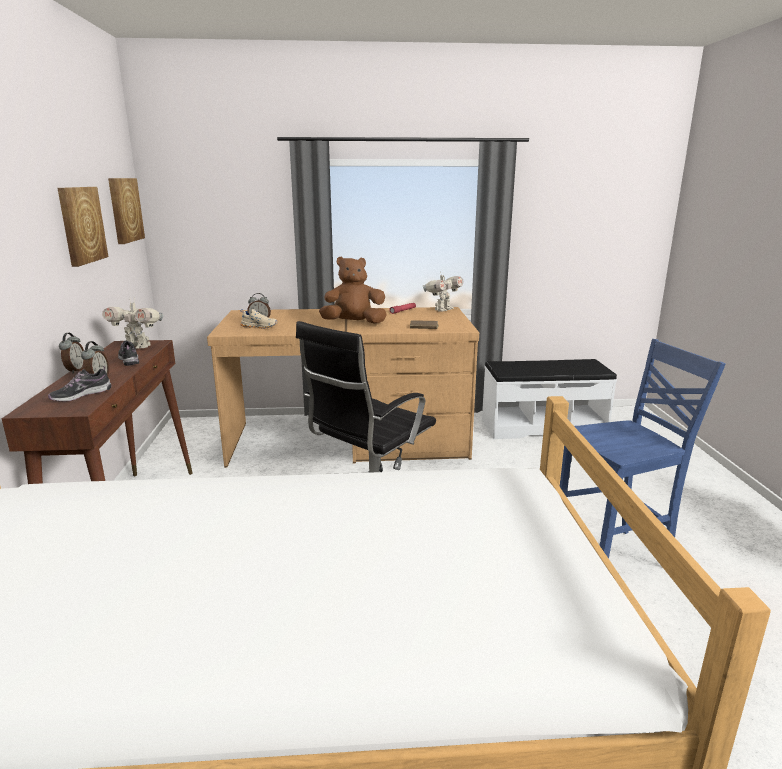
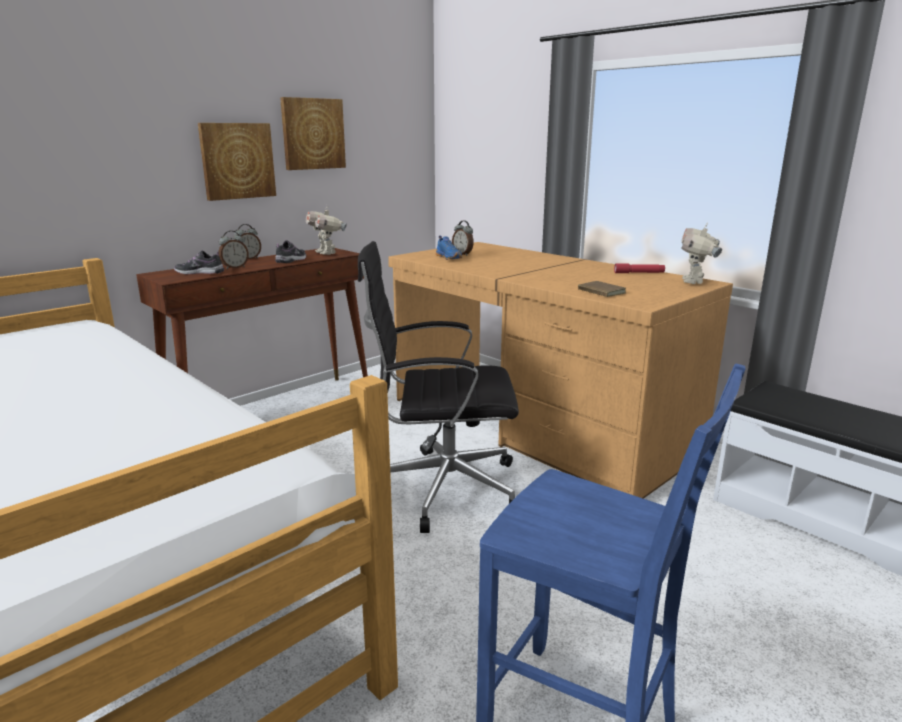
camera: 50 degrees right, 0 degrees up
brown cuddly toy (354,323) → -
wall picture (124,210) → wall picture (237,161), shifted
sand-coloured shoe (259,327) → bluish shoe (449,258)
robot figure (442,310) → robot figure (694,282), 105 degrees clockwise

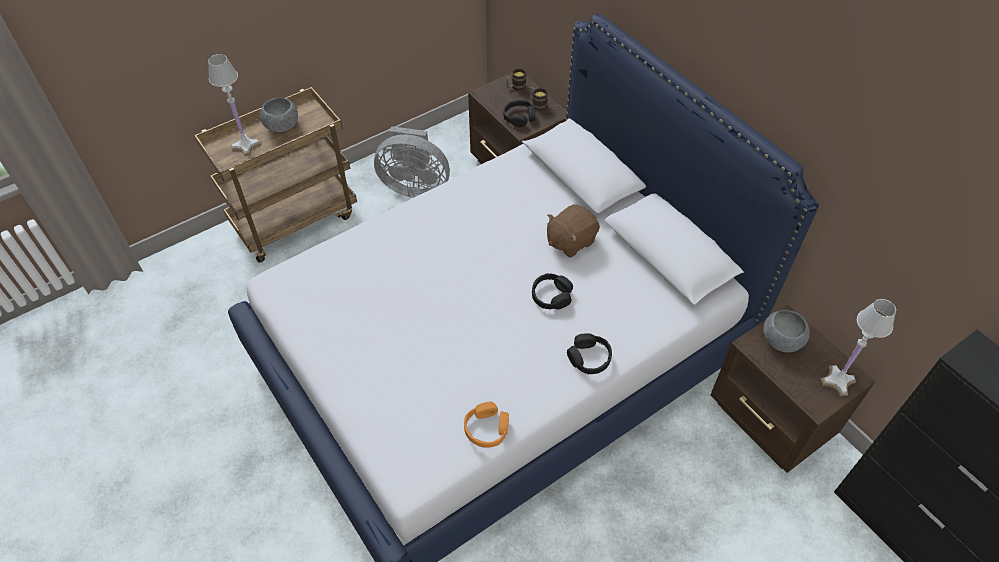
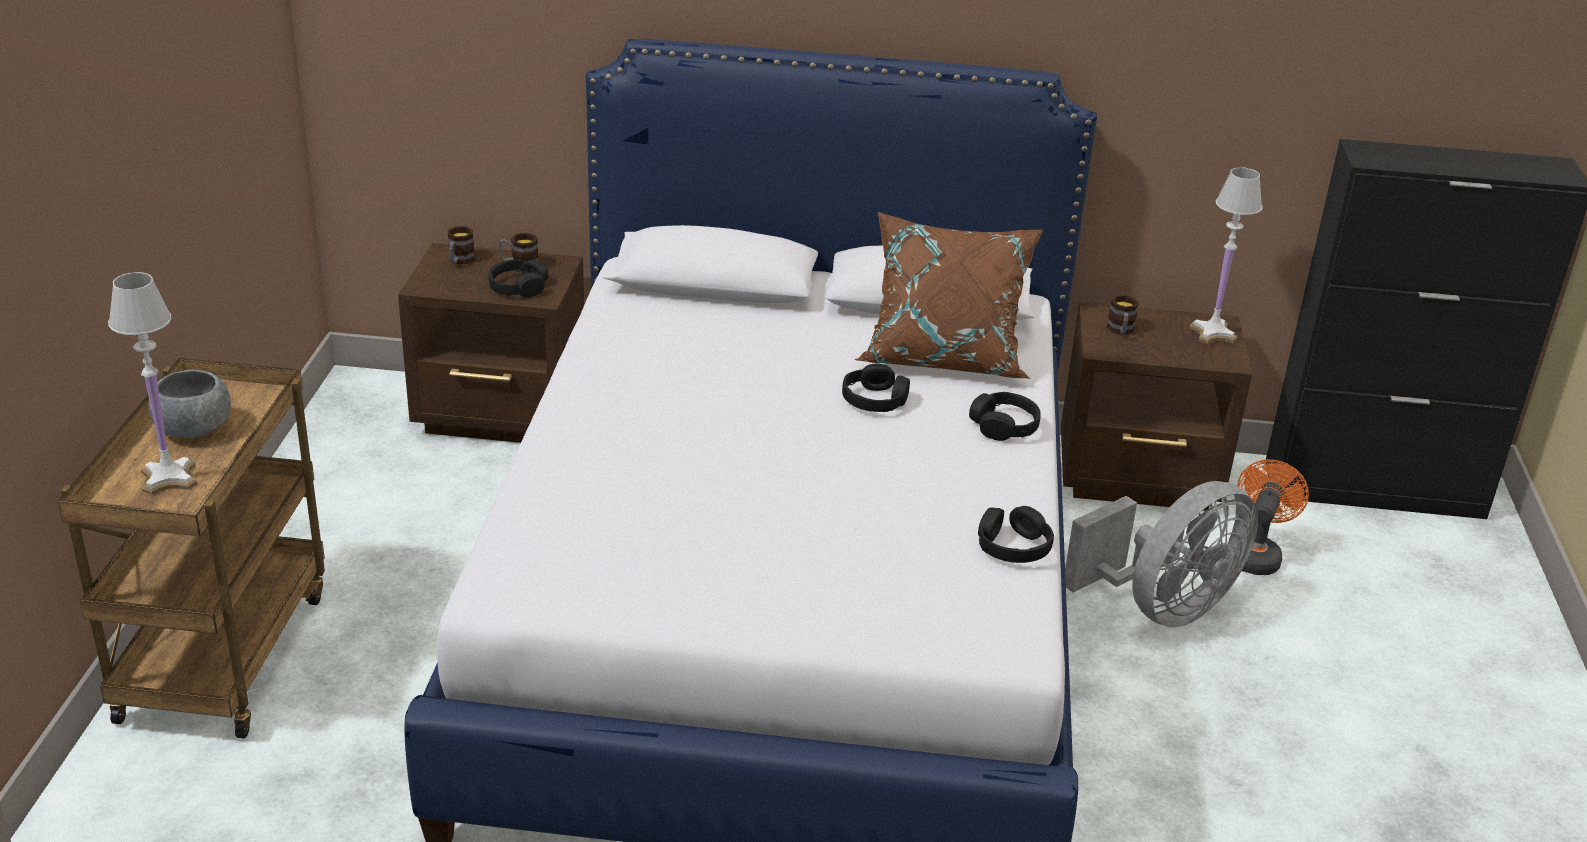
camera: 50 degrees left, 20 degrees down
brown cuddly toy (570,241) → -
- → brown pillow (944,356)
- → orangey fan (1255,555)
greyish fan (414,186) → greyish fan (1163,608), shifted
greyish deep dish (781,340) → mug (1120,331)
orangey headset (487,429) → black-coloured headset (1013,546)

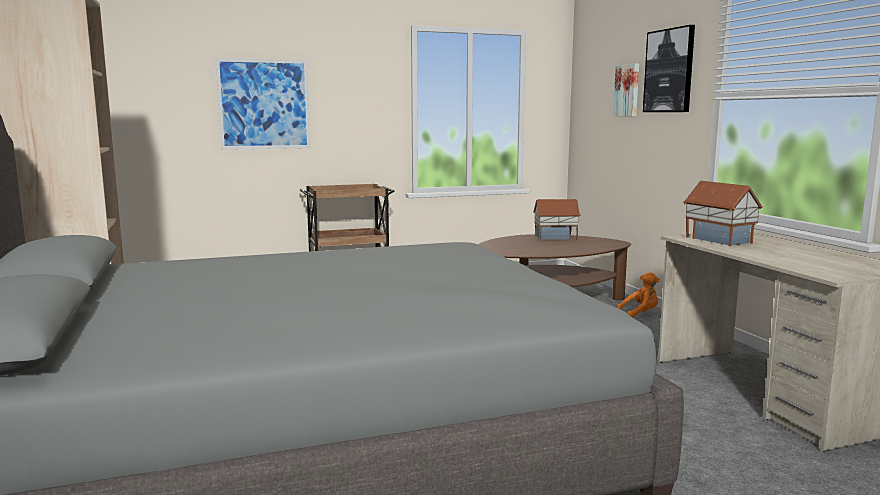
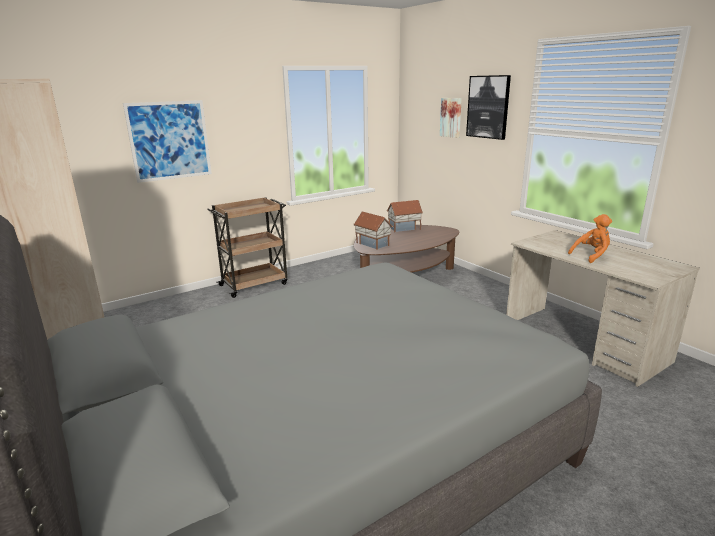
camera: 15 degrees left, 10 degrees up
orangey cuddly toy (640,314) → orangey cuddly toy (591,255), shifted
toy house (719,240) → toy house (373,244), shifted

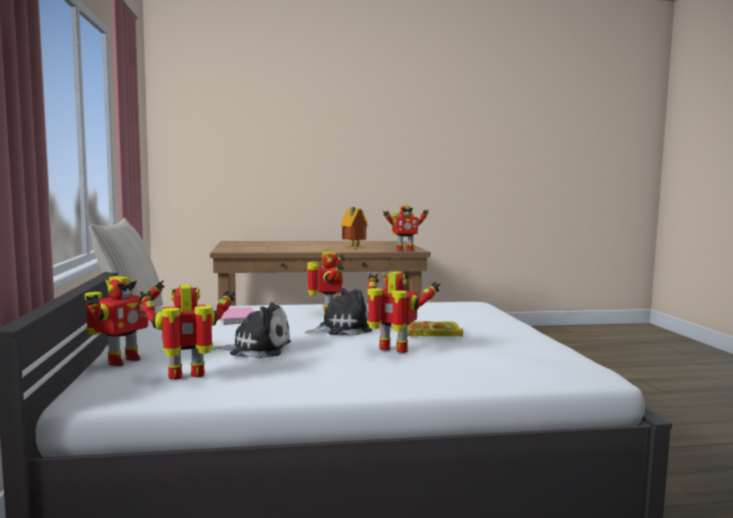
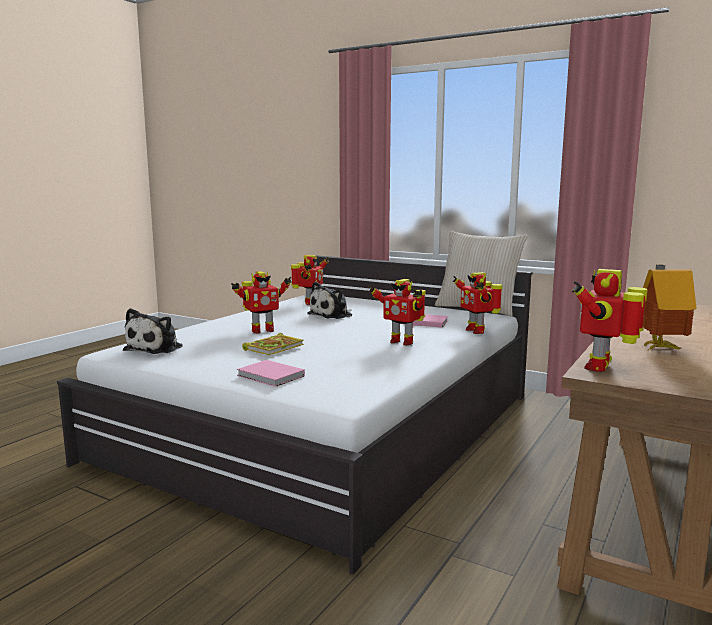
camera: 130 degrees right, 5 degrees up
- → pinkish volume (271,376)
robot figure (121,361) → robot figure (476,331), shifted
cuddly toy (341,329) → cuddly toy (156,348), shifted

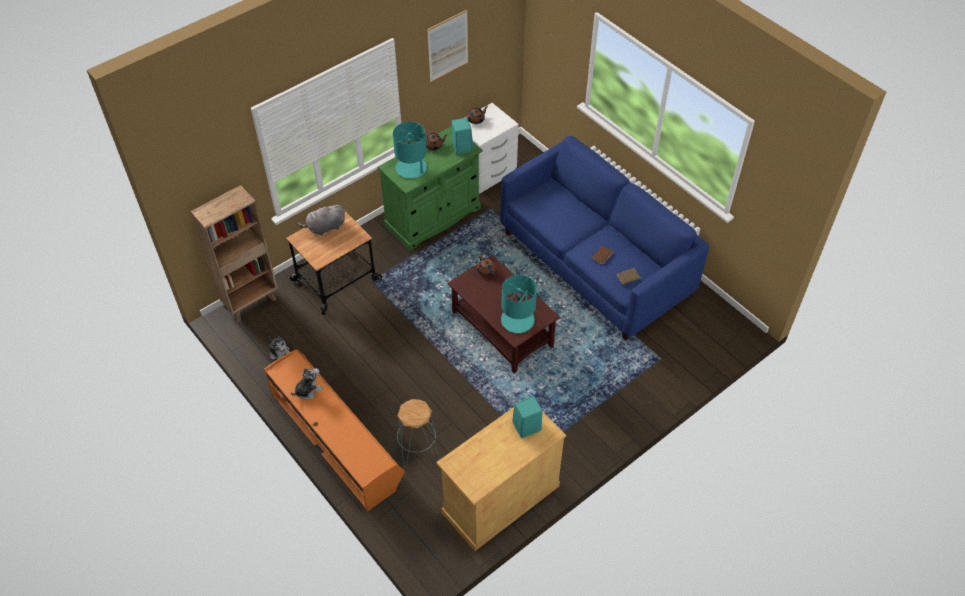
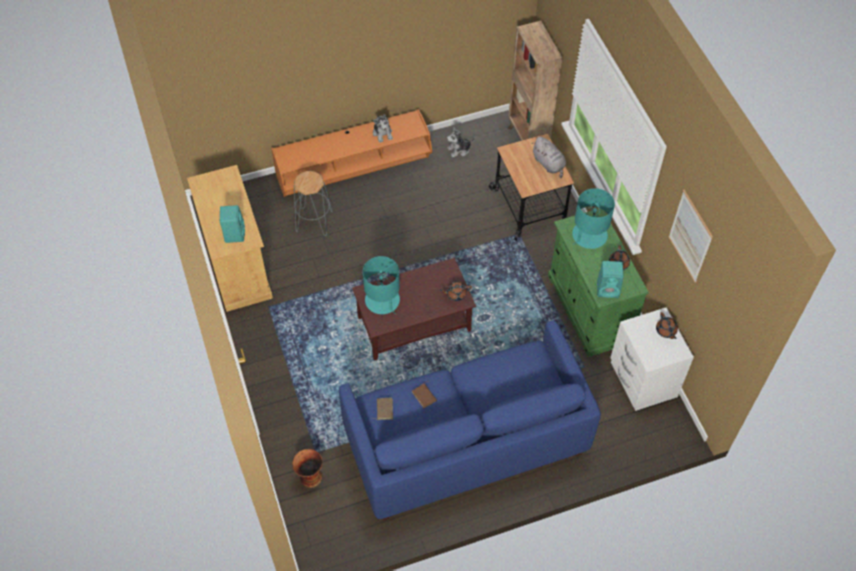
camera: 110 degrees right, 5 degrees up
- → decorative vase (310,477)
greyish cuddly toy (325,228) → greyish cuddly toy (549,164), 150 degrees clockwise

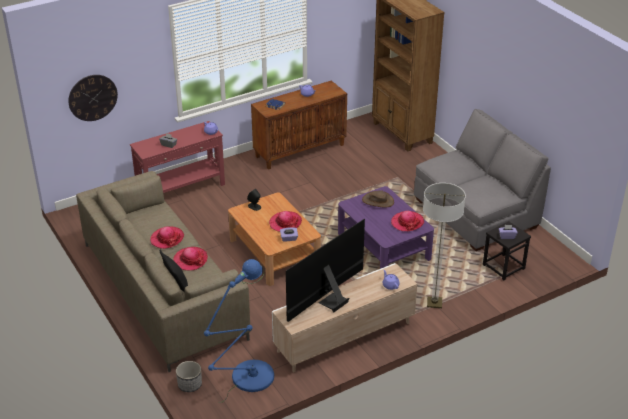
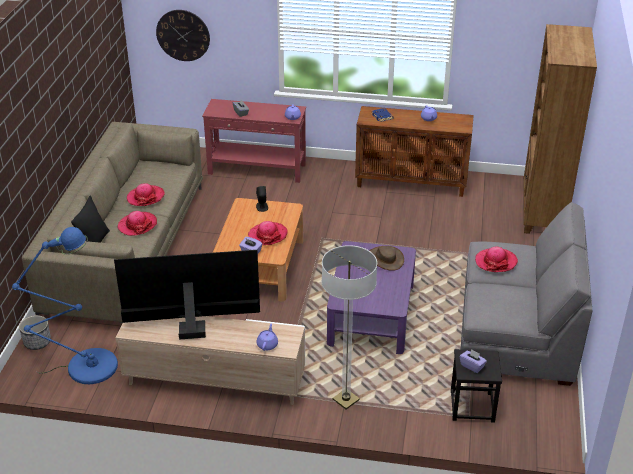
camera: 40 degrees right, 0 degrees up
clothing hat (407,222) → clothing hat (496,262), shifted

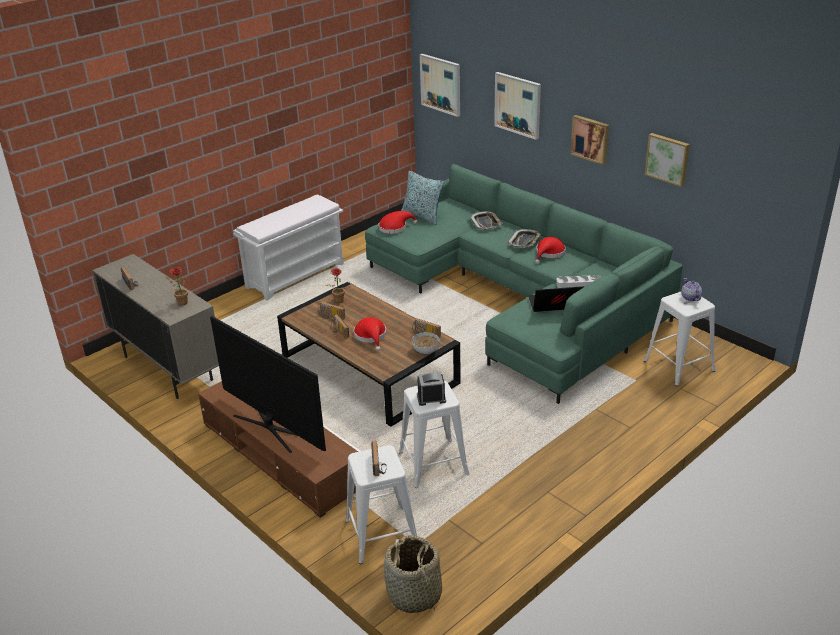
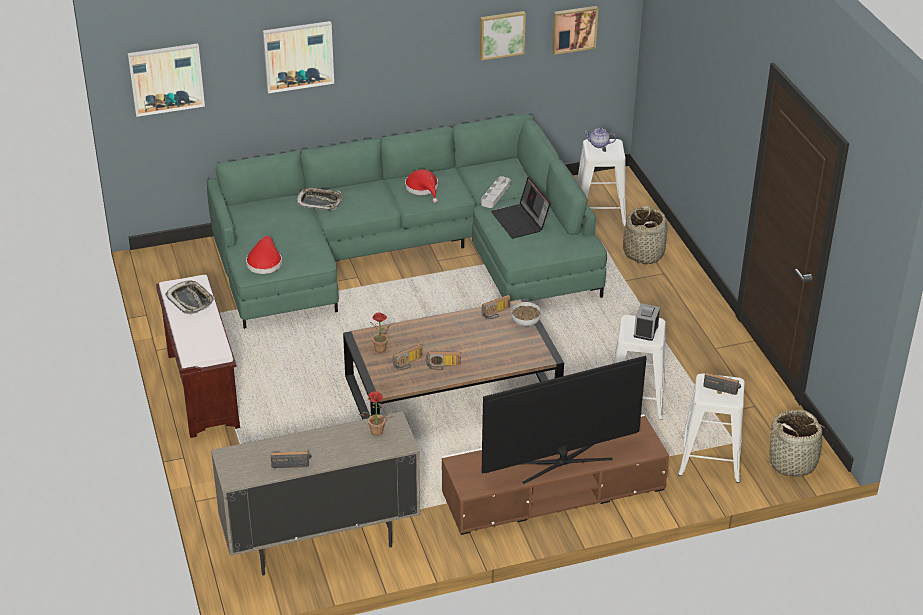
camera: 65 degrees left, 5 degrees up
red clothing hat (371,336) → -
pillow (422,216) → -
- → basket (644,253)
tray (524,241) → tray (190,300), shifted
wall picture (590,139) → wall picture (574,29), shifted
whitish indoor bench (296,275) → brown indoor bench (201,389)
laptop (554,305) → laptop (520,221), 45 degrees counterclockwise

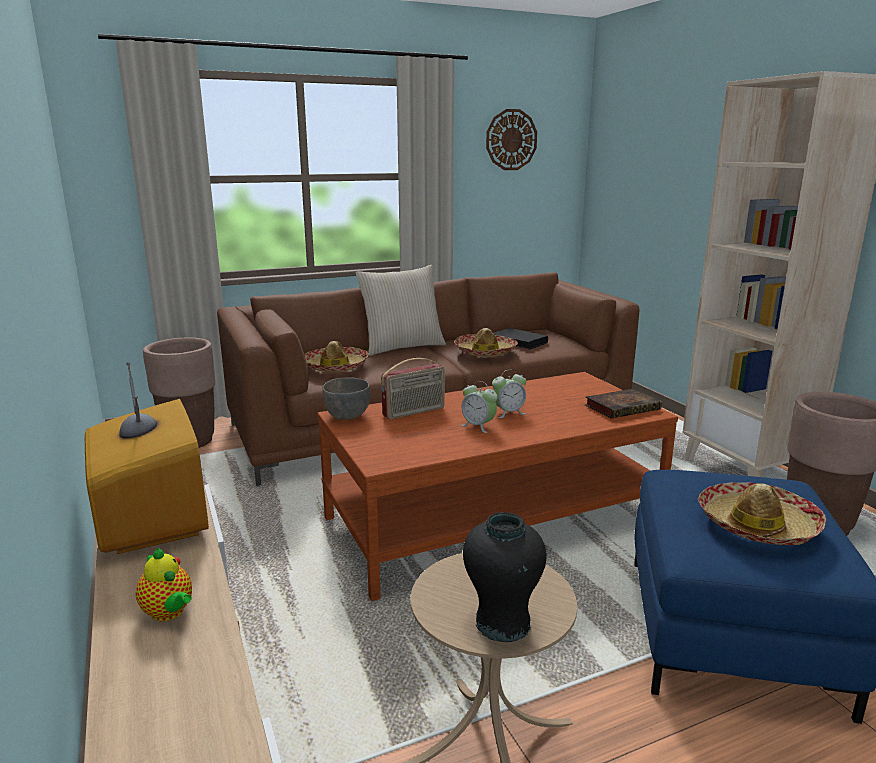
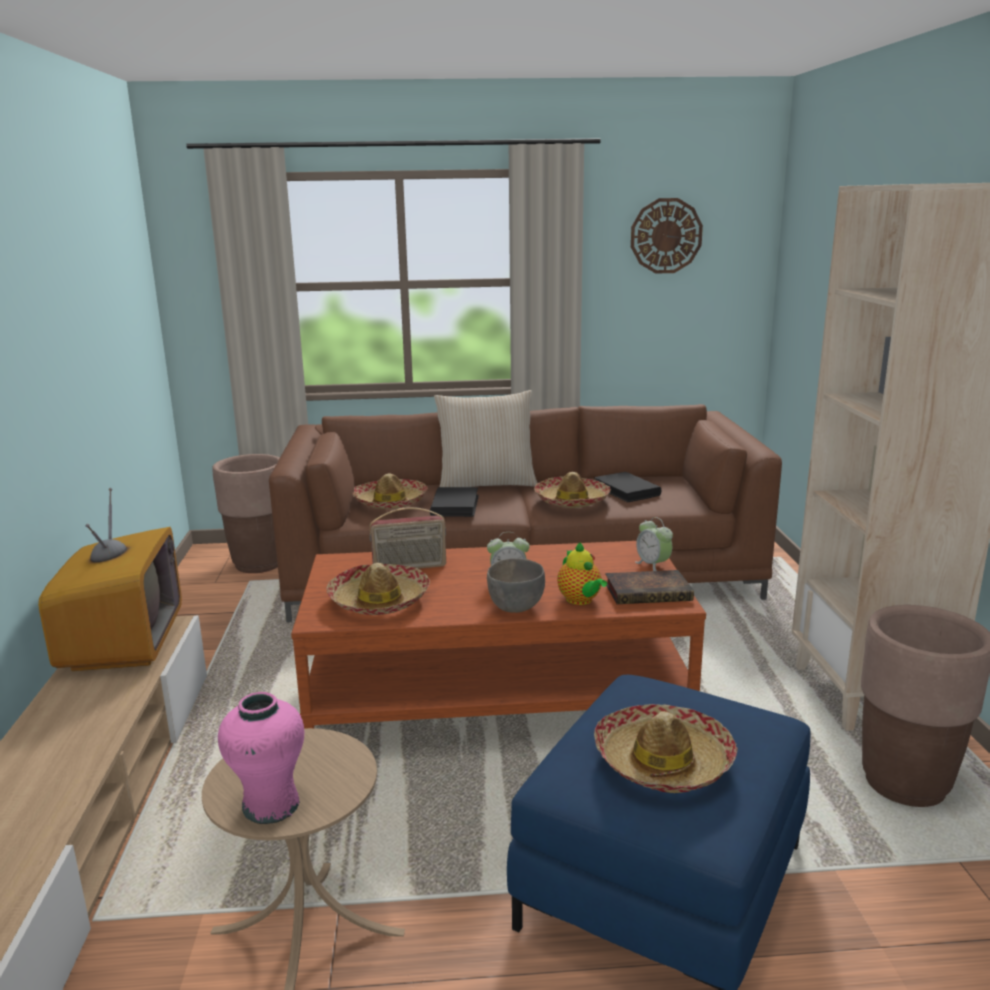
camera: 20 degrees right, 0 degrees up
- → clothing hat (379,600)
- → black-coloured volume (455,506)
teapot (169,613) → teapot (580,600), shifted
greyish deep dish (347,416) → greyish deep dish (516,607), shifted
bedside clock (478,426) → bedside clock (653,565), shifted
black-coloured decorative vase (502,624) → pinkish decorative vase (271,805)

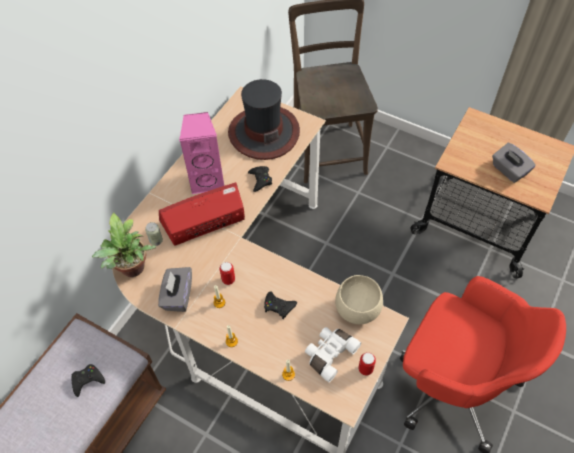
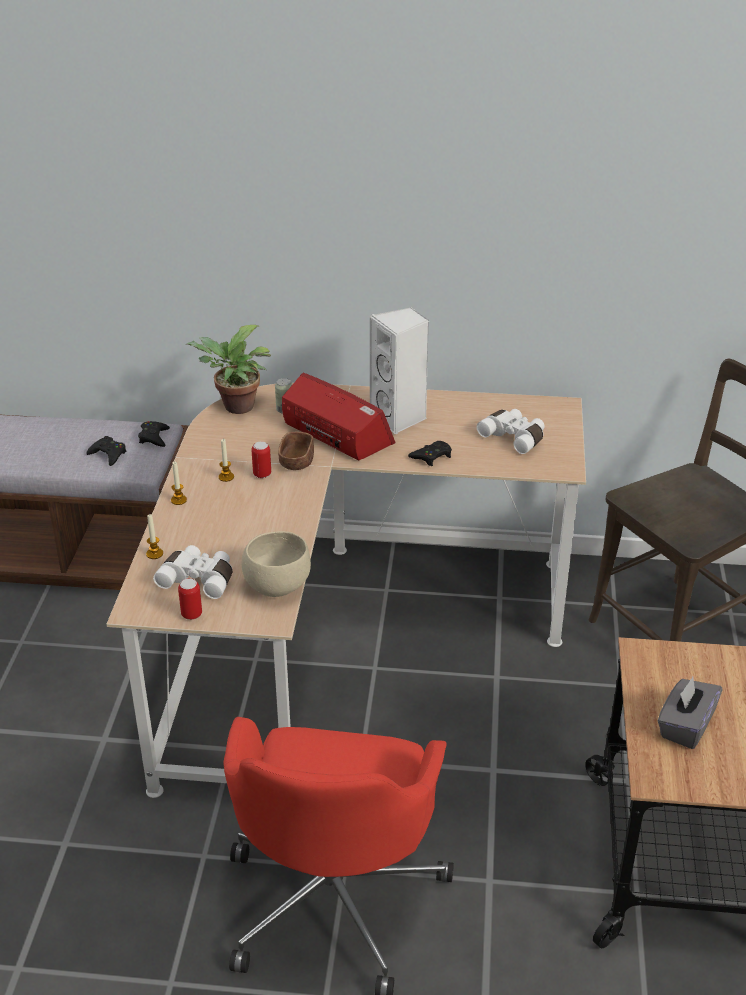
camera: 65 degrees right, 20 degrees down
greyish box of tissues (178,296) → -
- → brown deep dish (296,462)
black-coloured game controller (278,306) → black-coloured game controller (154,437), shifted
clothing hat (263,132) → whitish binoculars (514,437)
pinkish audio speaker (207,180) → whitish audio speaker (399,418)

